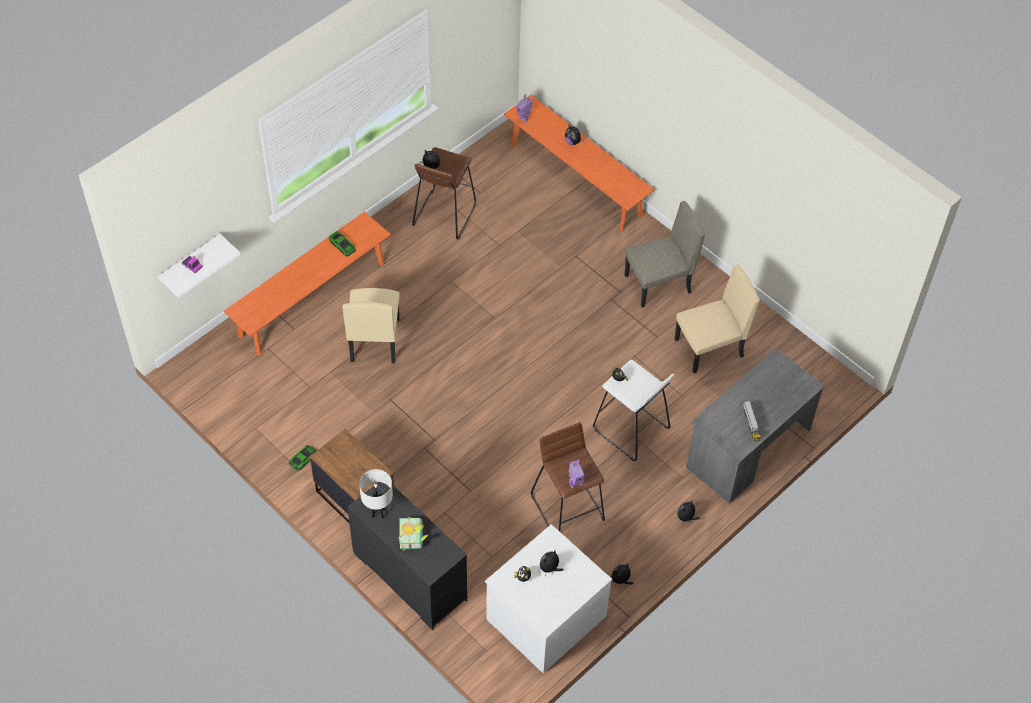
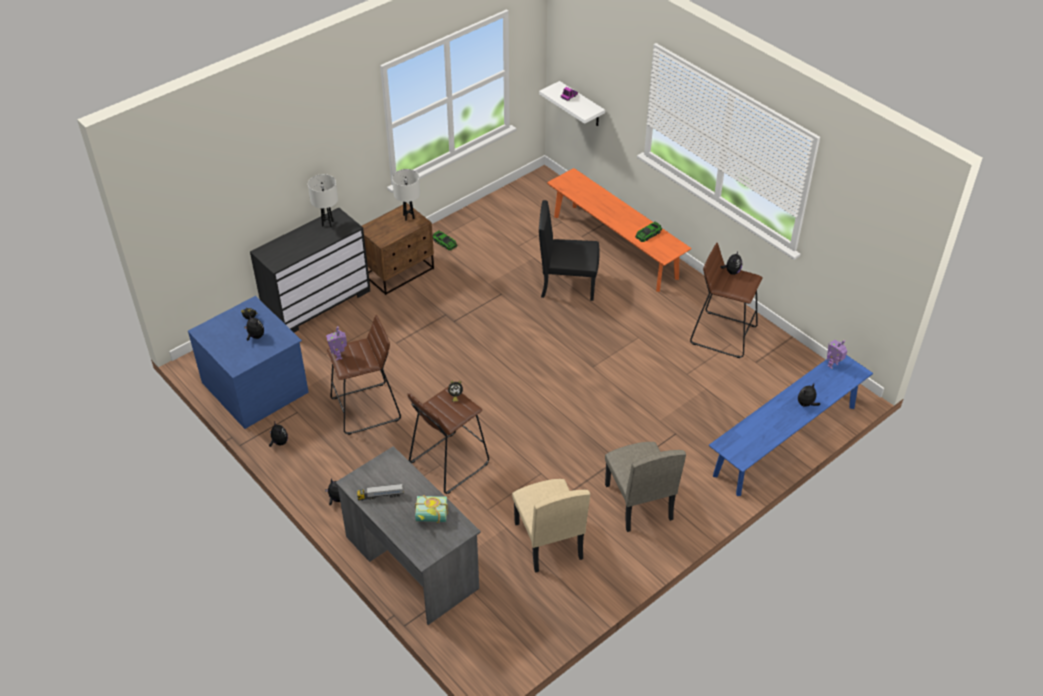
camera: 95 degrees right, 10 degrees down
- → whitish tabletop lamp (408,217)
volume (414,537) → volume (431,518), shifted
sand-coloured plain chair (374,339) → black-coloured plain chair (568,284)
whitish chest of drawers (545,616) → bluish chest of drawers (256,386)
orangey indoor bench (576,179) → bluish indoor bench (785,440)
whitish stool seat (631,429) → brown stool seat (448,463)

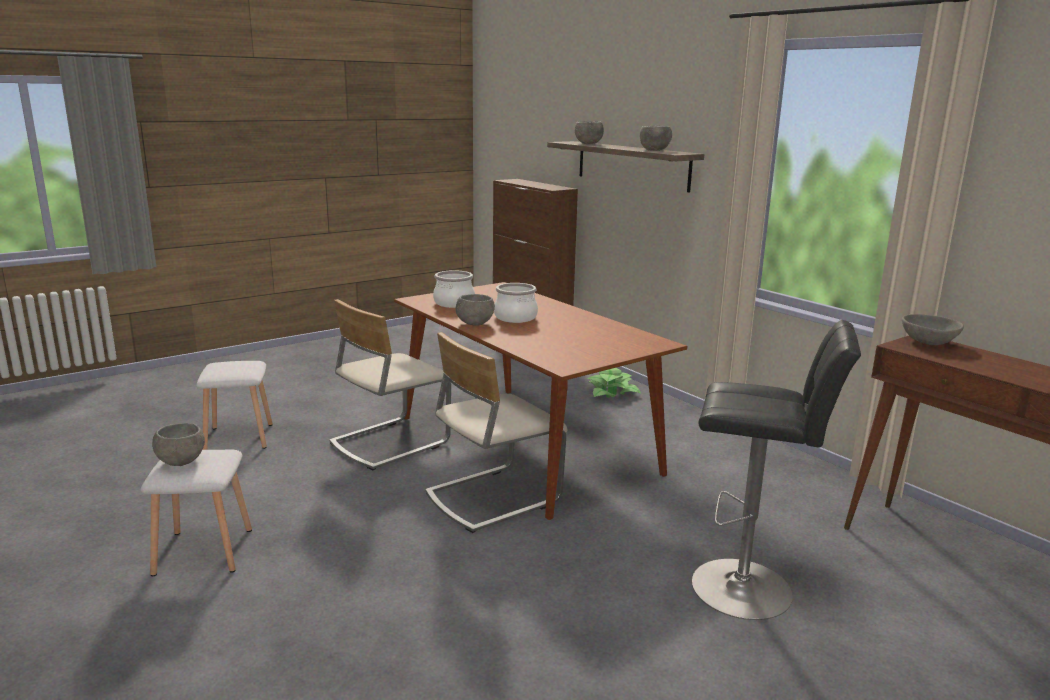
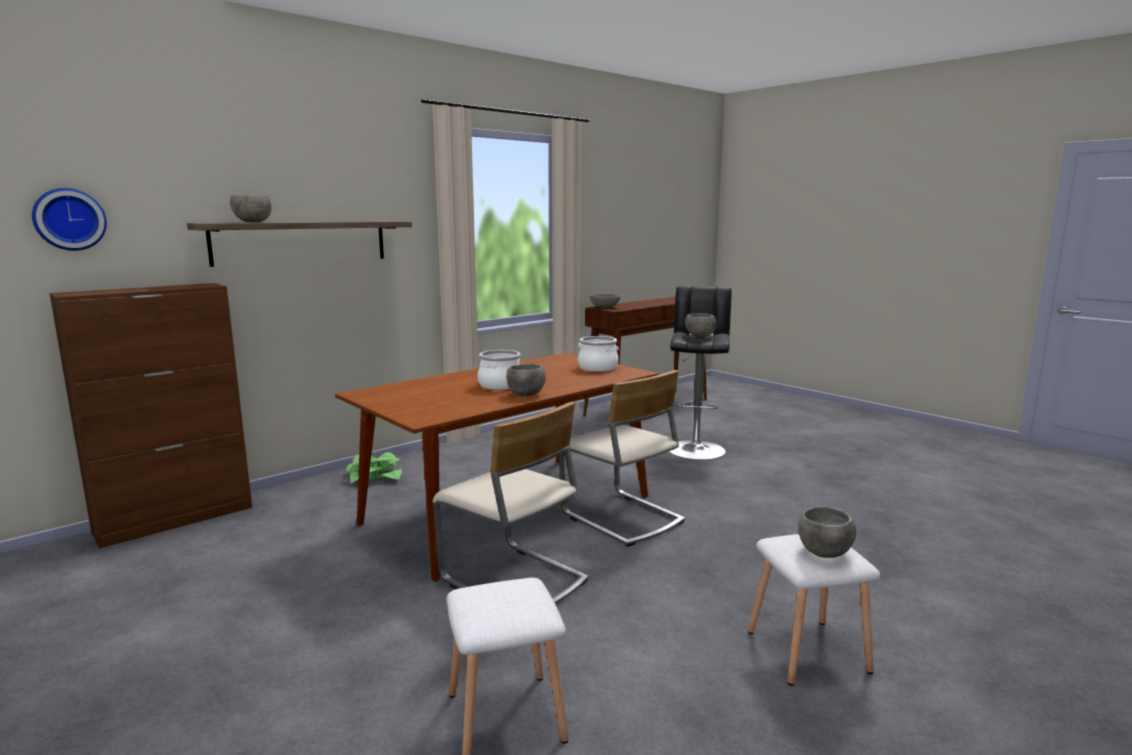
camera: 95 degrees left, 5 degrees down
- → wall clock (69,219)
saucepot (453,303) → saucepot (597,368), shifted
greyish deep dish (654,150) → greyish deep dish (700,336), shifted

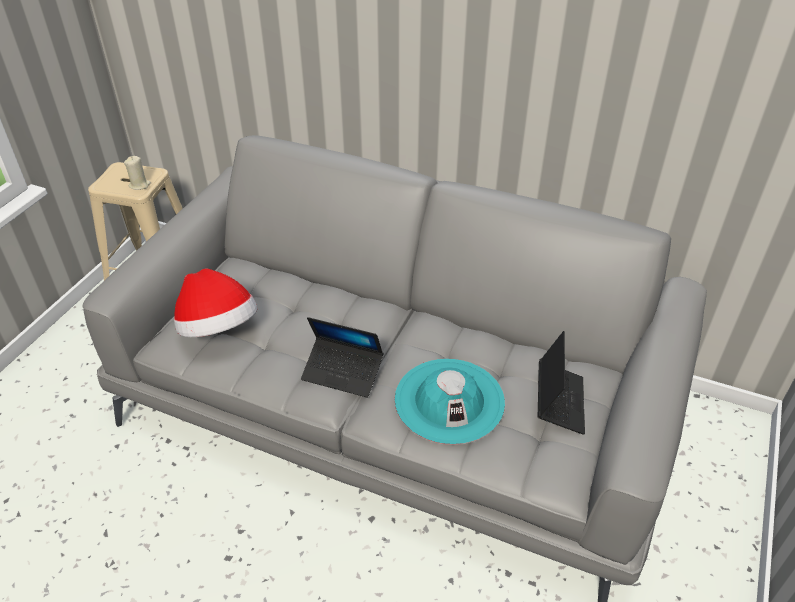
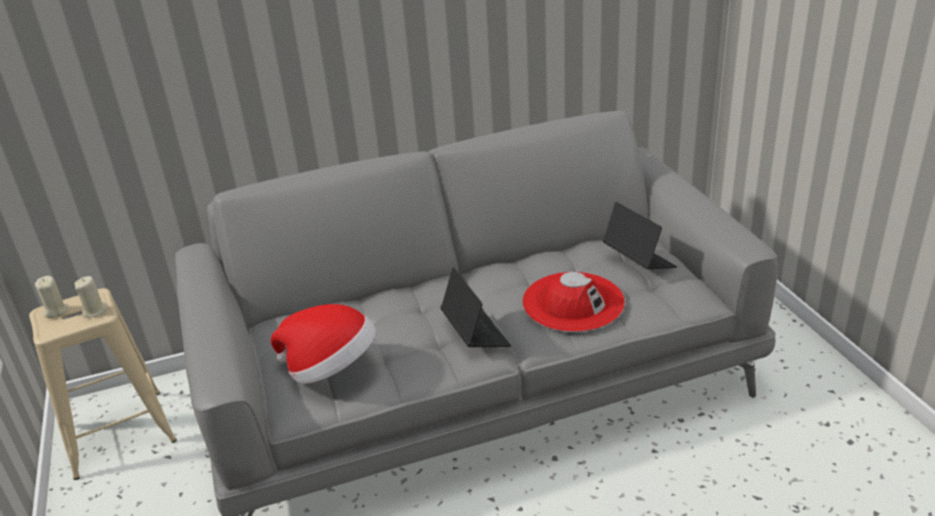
camera: 40 degrees left, 10 degrees down
- → sand-coloured wax candle (55,311)
blue-green clothing hat (449,400) → red clothing hat (573,302)
laptop (343,372) → laptop (475,333), 90 degrees counterclockwise

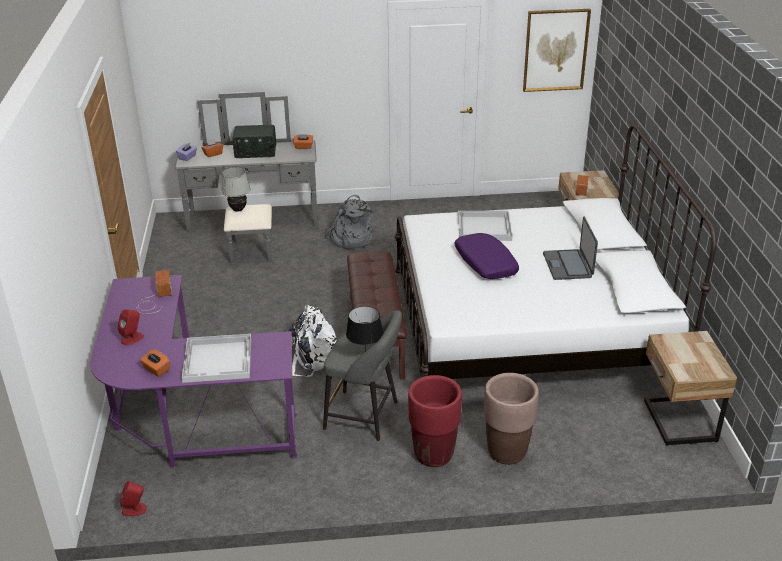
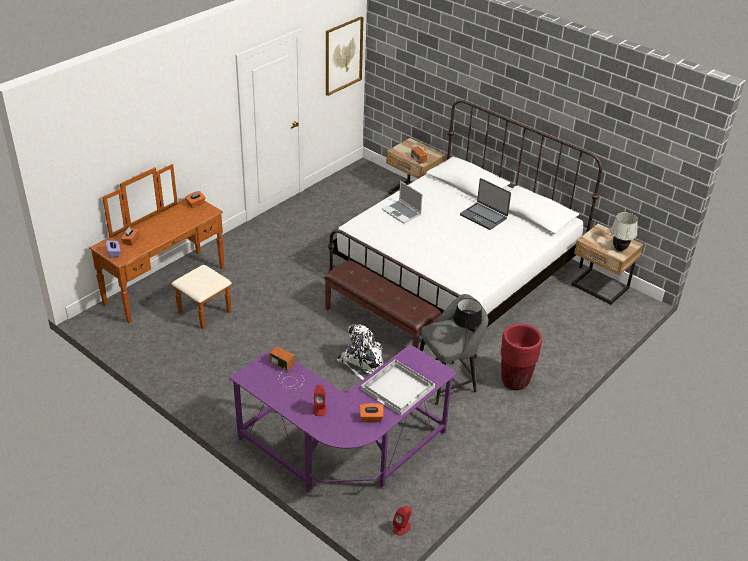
camera: 45 degrees left, 5 degrees up
radio set (255,152) → -
greyish knapsack (350,239) → -
purple-coloured pillow (485,263) → -
brown plant pot (507,452) → -
whitish tabletop lamp (238,210) → whitish tabletop lamp (619,249), shifted
whitish tray (484,228) → laptop (402,213)
greyish chest of drawers (253,227) → brown chest of drawers (174,291)

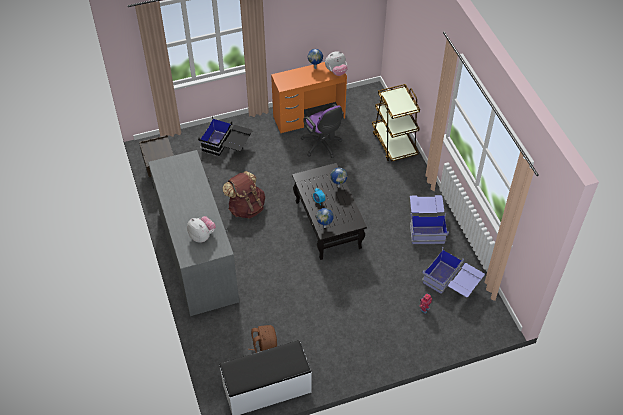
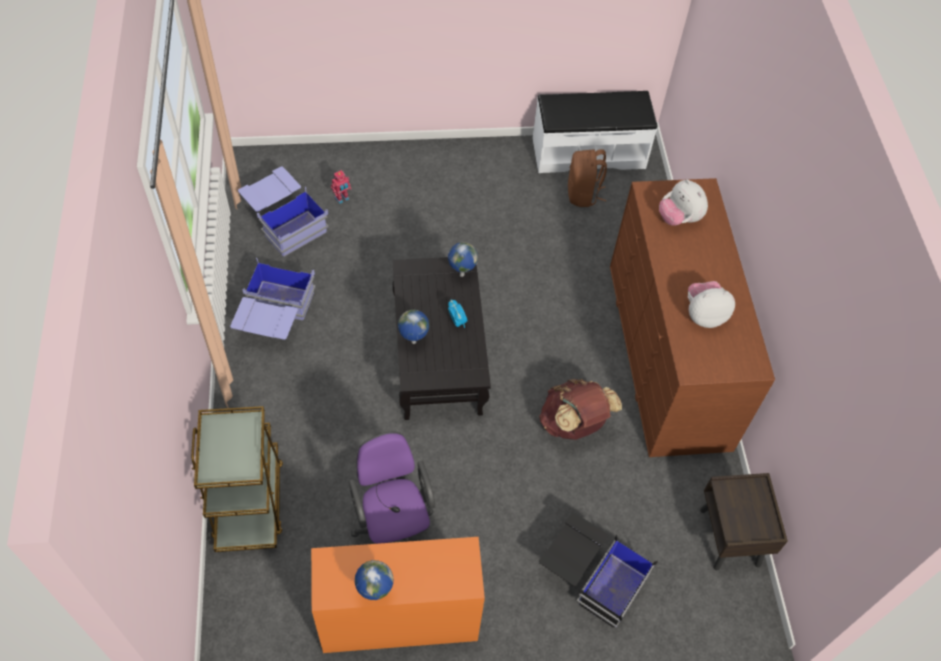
camera: 170 degrees left, 5 degrees up
cuddly toy (336,72) → cuddly toy (704,315), shifted
greyish chest of drawers (197,255) → brown chest of drawers (668,354)

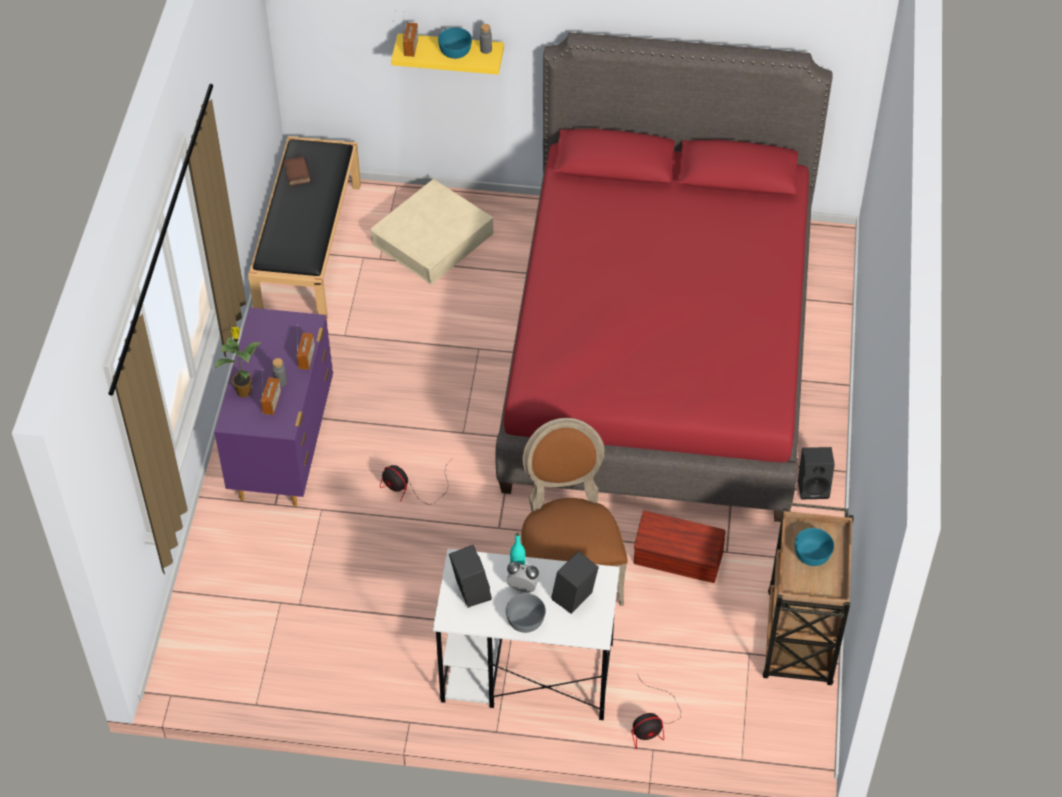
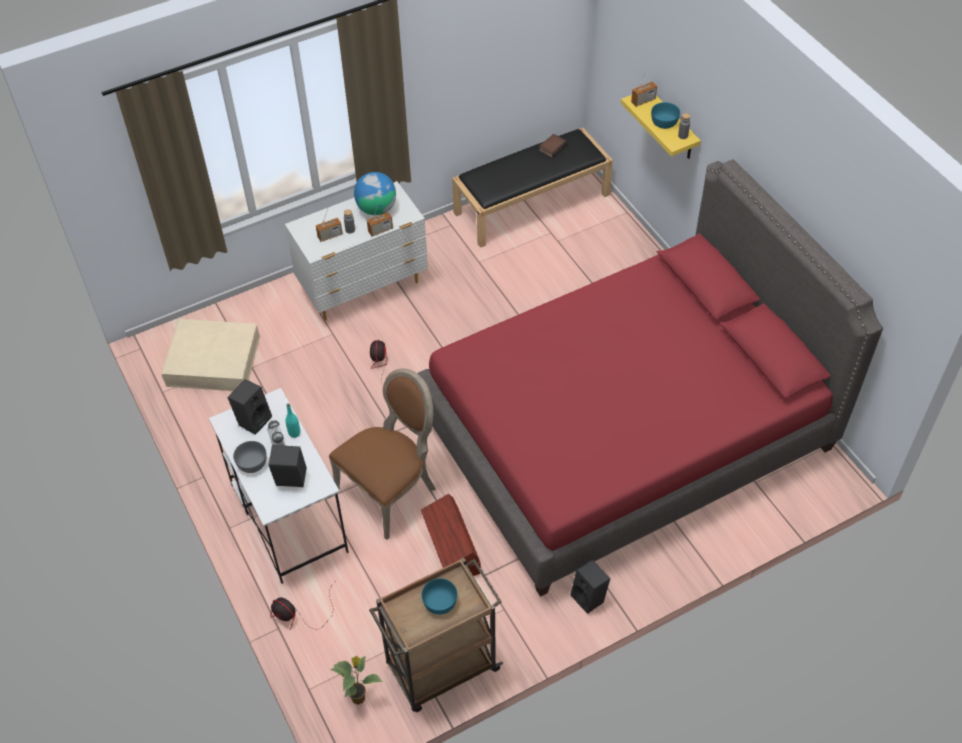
camera: 55 degrees right, 0 degrees up
- → globe (376,208)
plant in a pot (244,390) → plant in a pot (359,697), shifted
sand-coloured storage container (433,239) → sand-coloured storage container (213,361), shifted
purple-coloured chest of drawers (284,448) → whitish chest of drawers (364,288)

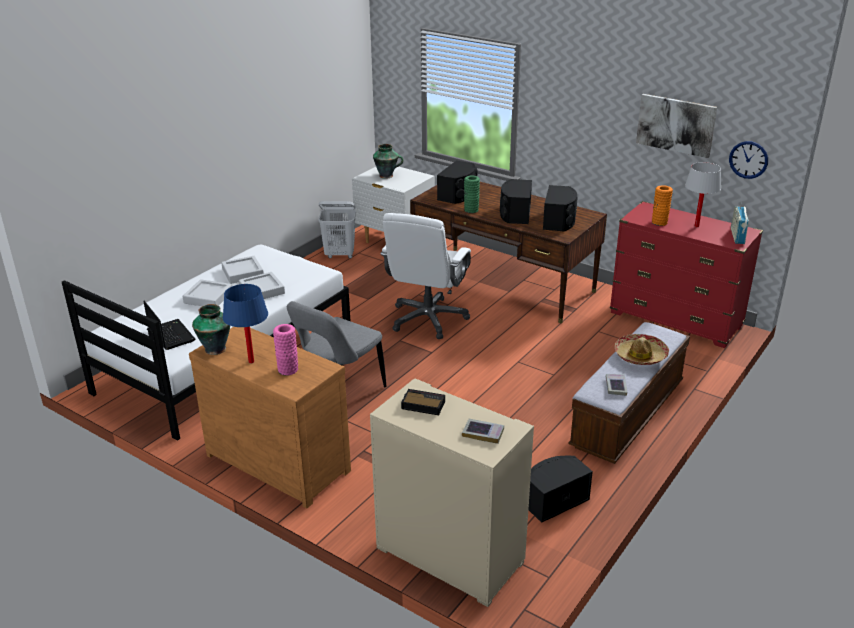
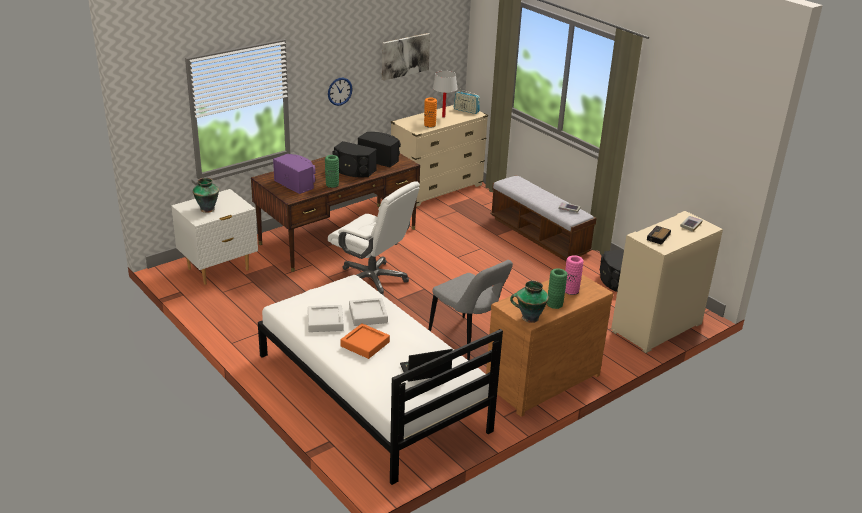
camera: 75 degrees left, 0 degrees up
whitish laundry basket (340,255) → -
clothing hat (640,355) → -
wall clock (748,159) → wall clock (339,91), shifted
bluish tabletop lamp (251,362) → greenish decorative vase (555,304)
greyish tray (208,297) → orangey tray (365,344)
black-coloured audio speaker (458,194) → purple-coloured audio speaker (296,183)
red chest of drawers (675,319) → sand-coloured chest of drawers (437,189)

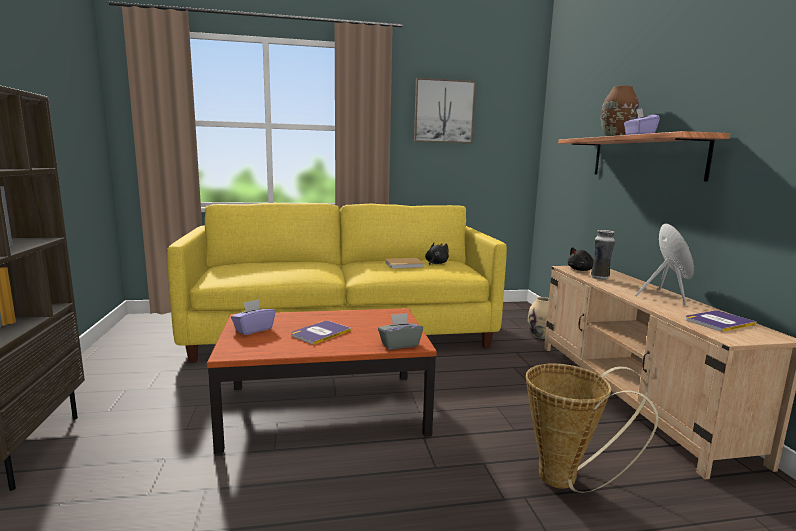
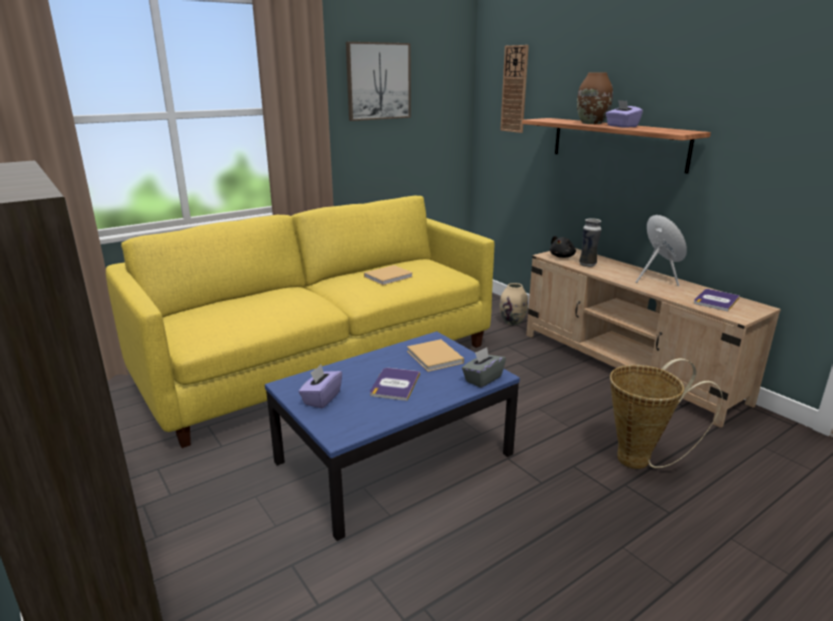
camera: 25 degrees left, 10 degrees up
black-coloured cuddly toy (436,263) → -
- → sand-coloured volume (435,358)
- → wall clock (514,89)
brown low table (325,409) → bluish low table (394,457)

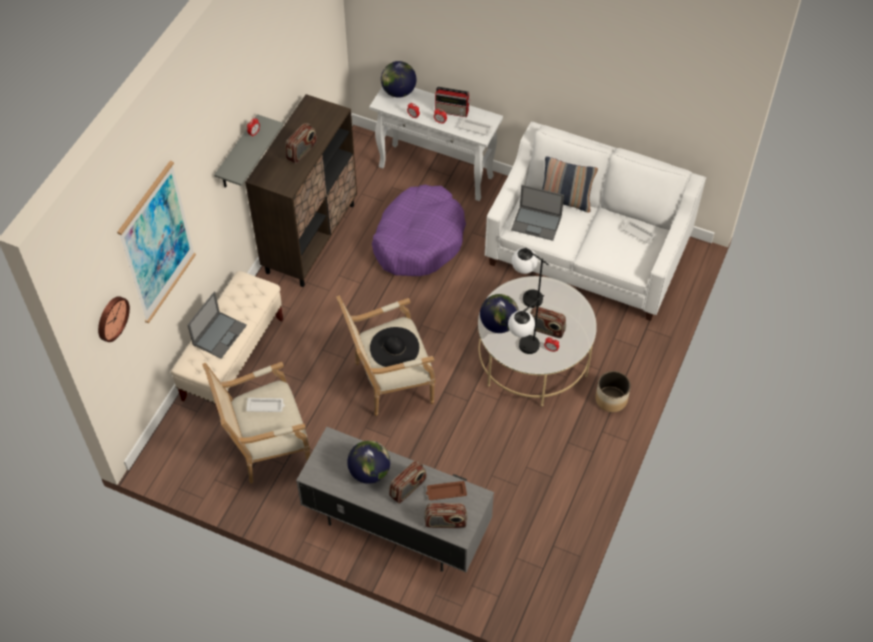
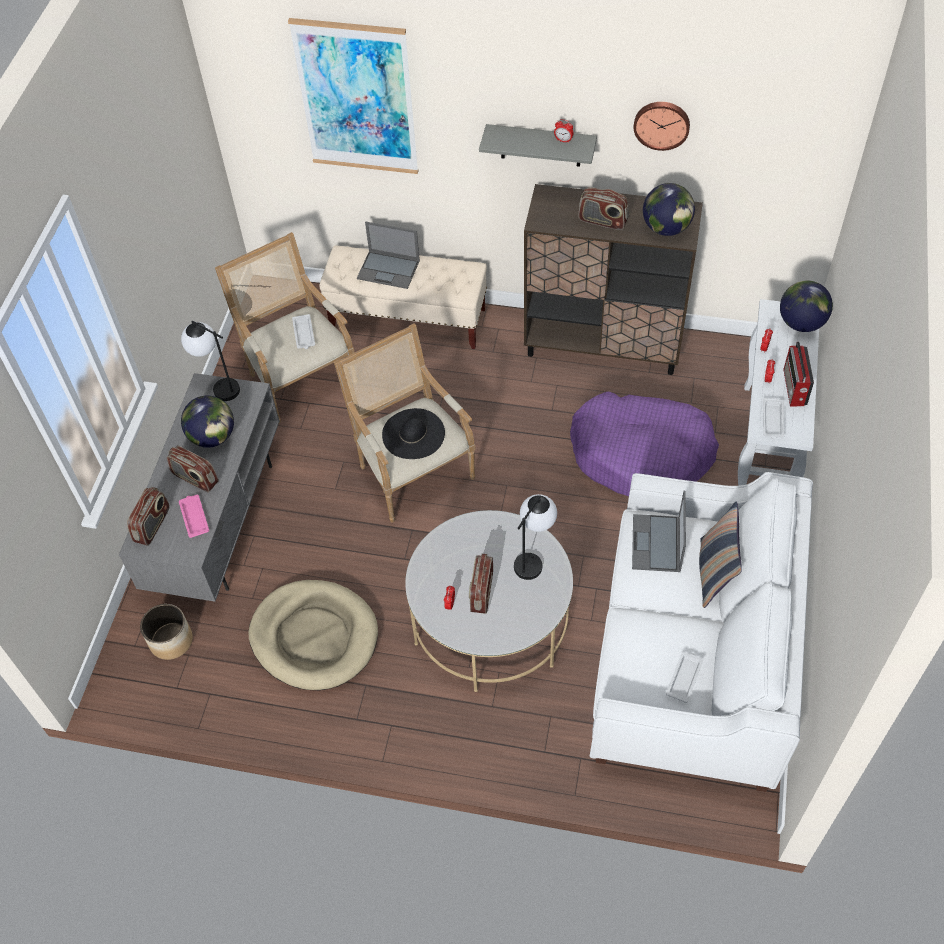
camera: 80 degrees right, 0 degrees up
- → sand-coloured dog bed (314,637)
wall clock (111,318) → wall clock (662,124), shifted
globe (498,324) → globe (666,228), shifted
tabletop lamp (523,350) → tabletop lamp (218,386), shifted
plant pot (611,399) → plant pot (172,641), shifted
brown tray (445,492) → pinkish tray (194,517)
radio set (445,522) → radio set (152,525), 150 degrees counterclockwise

